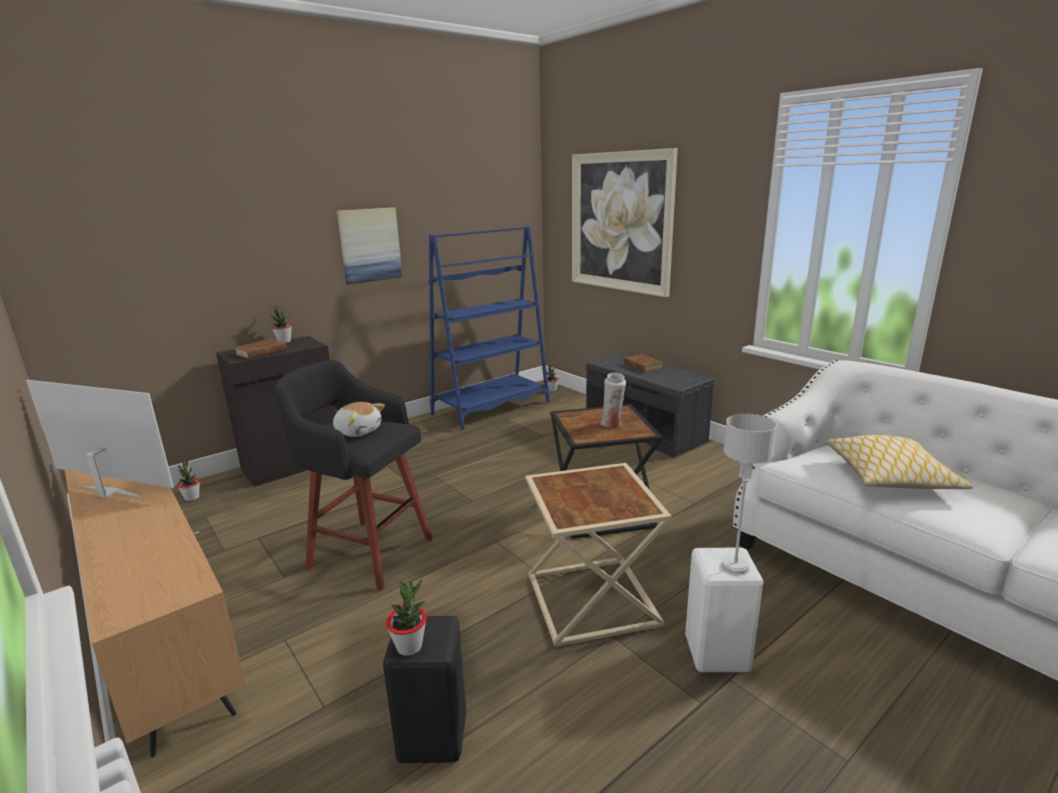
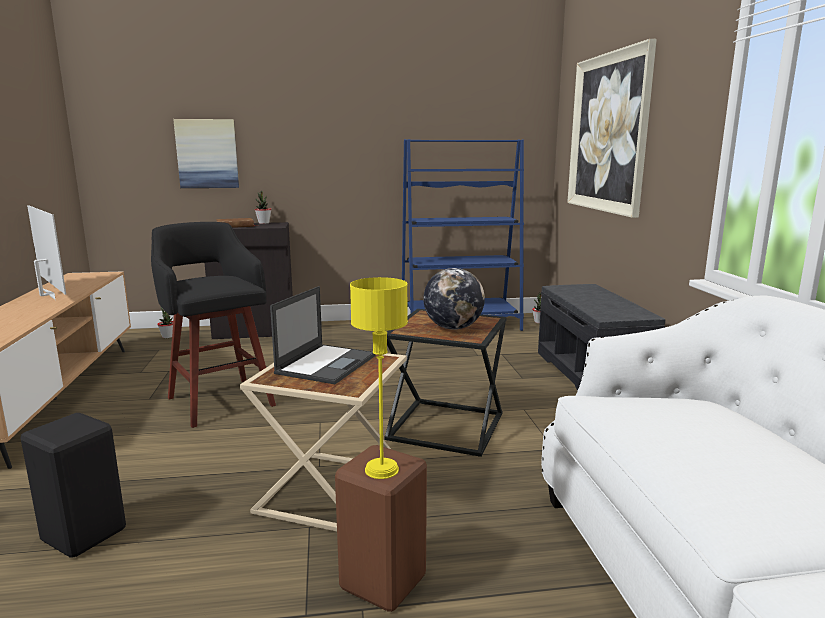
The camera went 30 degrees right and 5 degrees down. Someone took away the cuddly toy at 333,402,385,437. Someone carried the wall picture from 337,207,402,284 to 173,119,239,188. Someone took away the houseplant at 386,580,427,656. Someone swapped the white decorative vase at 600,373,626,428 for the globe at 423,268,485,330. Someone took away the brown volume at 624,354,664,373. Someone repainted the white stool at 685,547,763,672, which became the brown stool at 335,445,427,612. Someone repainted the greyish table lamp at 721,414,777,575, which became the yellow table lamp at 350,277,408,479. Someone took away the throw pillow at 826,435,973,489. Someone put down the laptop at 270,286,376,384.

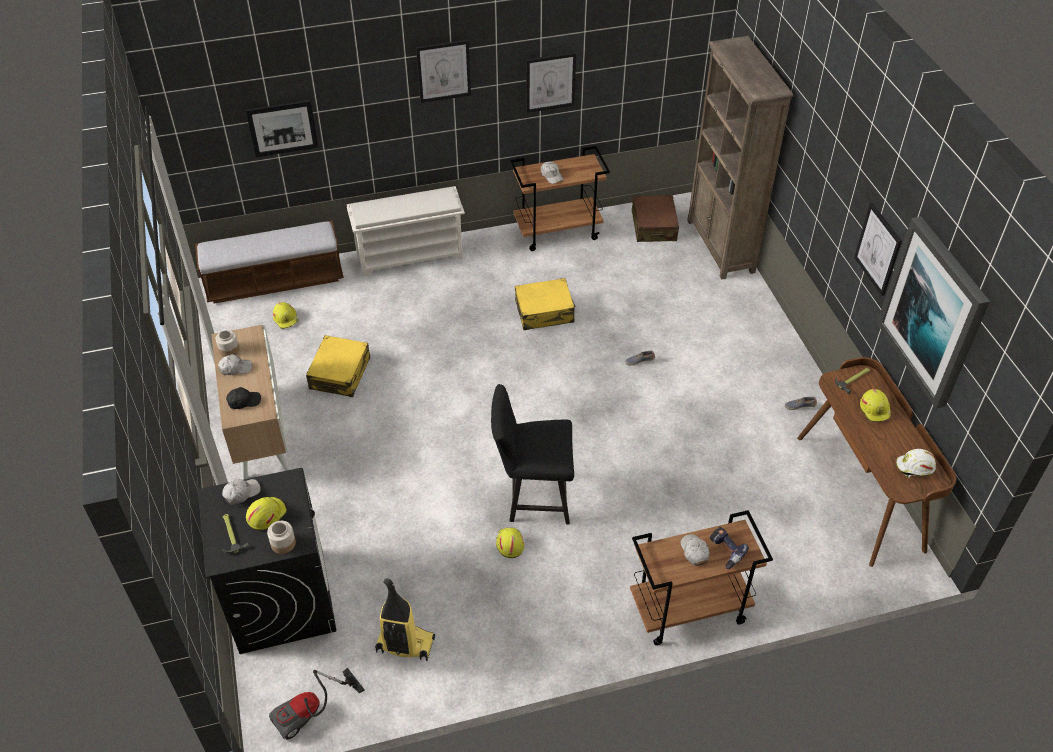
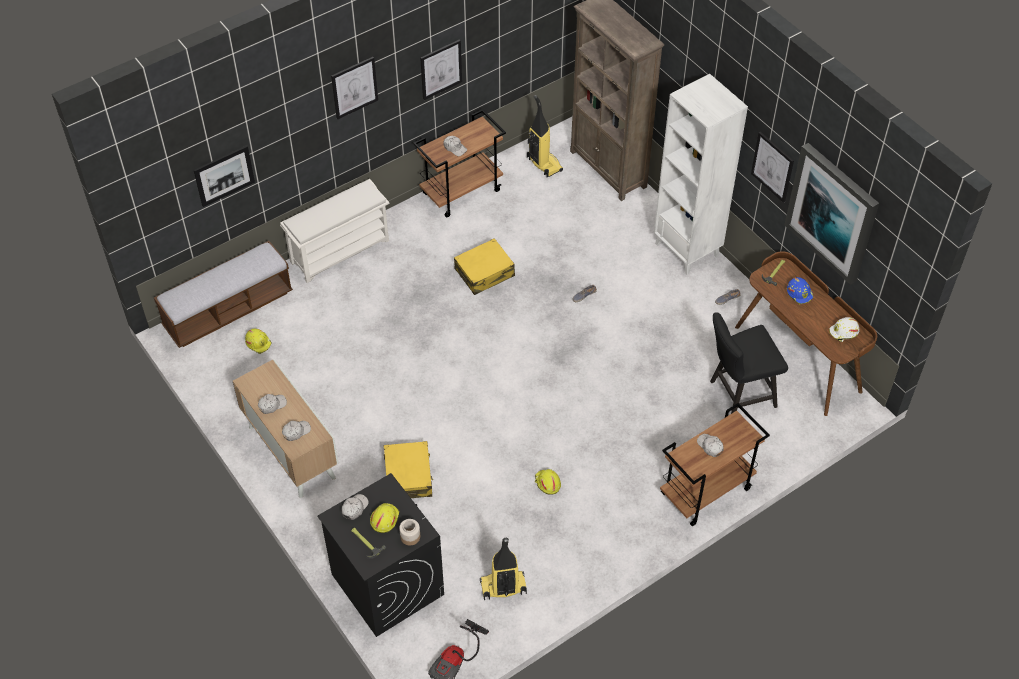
The camera went 20 degrees left and 5 degrees up. Someone took away the storage jar at 215,330,239,357. Someone repainted the black-coloured peaked cap at 226,387,261,409, which became the white peaked cap at 282,421,311,441. Someone carried the yellow travel case from 306,335,370,397 to 384,441,433,498. Someone carried the black-coloured plain chair from 491,384,574,525 to 710,312,788,414. Someone swapped the brown travel case at 632,195,679,242 for the hoover at 527,95,563,177. Someone took away the drill at 710,527,749,569. Someone repainted the yellow hard hat at 860,389,891,422, which became the blue hard hat at 787,277,813,304. Someone put down the white shelving unit at 654,74,748,274.

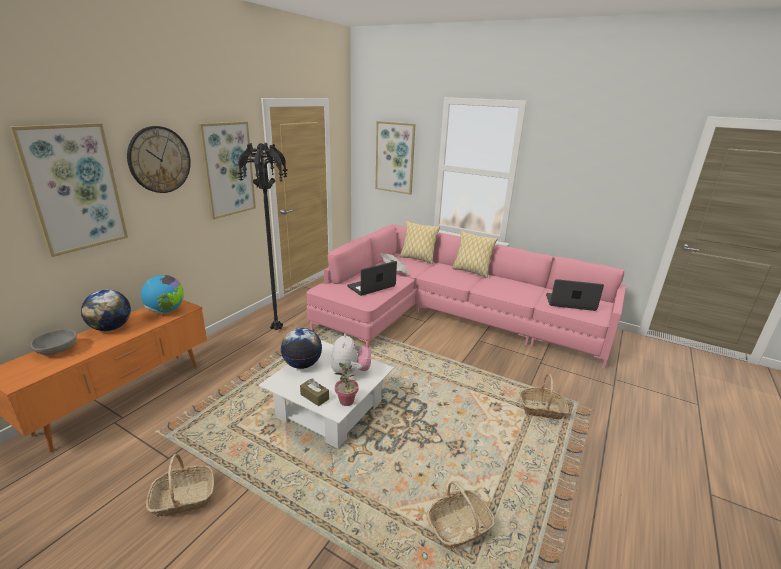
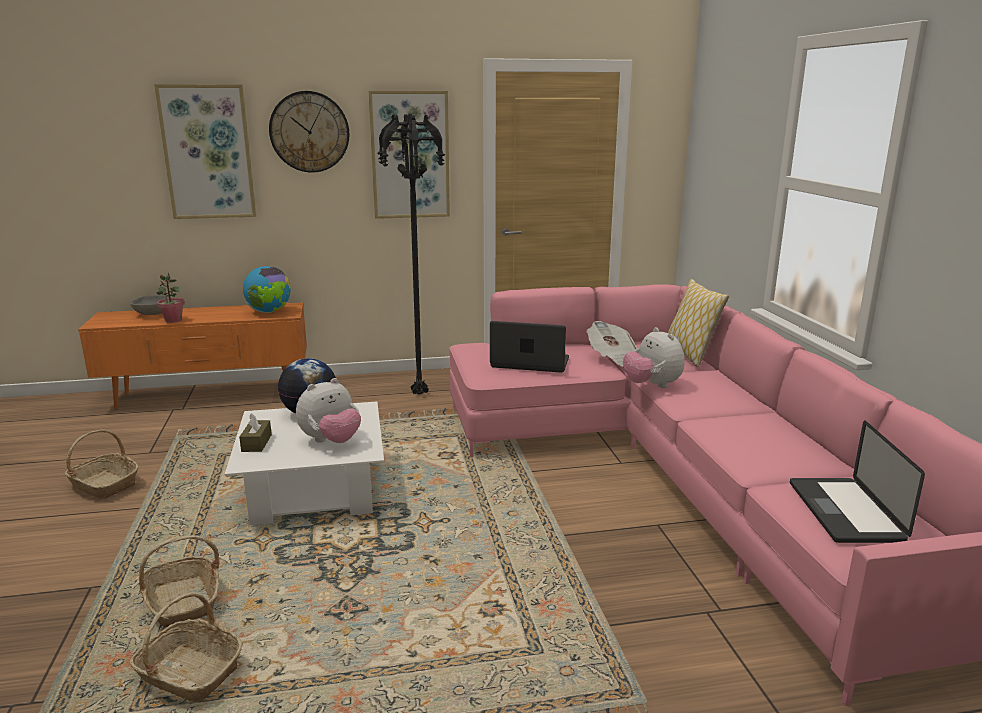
The camera went 50 degrees right and 5 degrees down. Someone took away the globe at 81,290,131,331. Someone carried the houseplant from 334,362,359,406 to 156,273,185,323. Someone took away the wall picture at 375,121,415,195. Someone took away the throw pillow at 452,231,498,278. Someone carried the basket from 520,374,569,420 to 139,535,219,627. Someone rotated the laptop at 546,279,604,311 by 150 degrees counterclockwise. Someone put down the cuddly toy at 623,327,684,388.

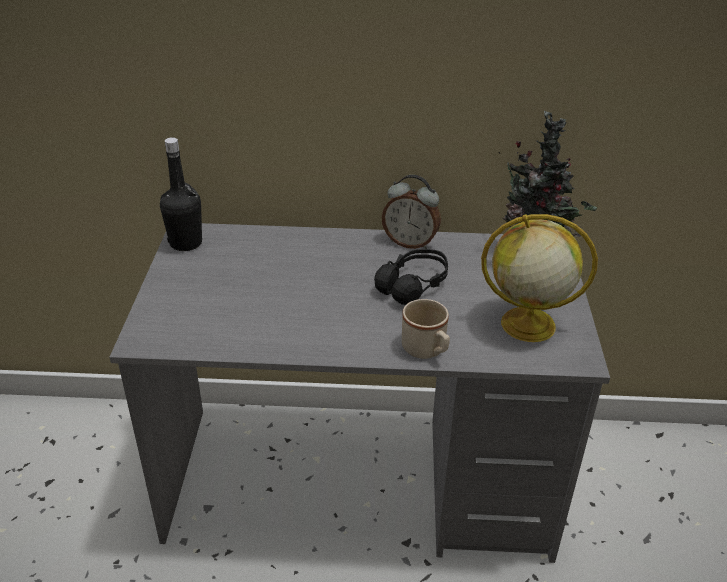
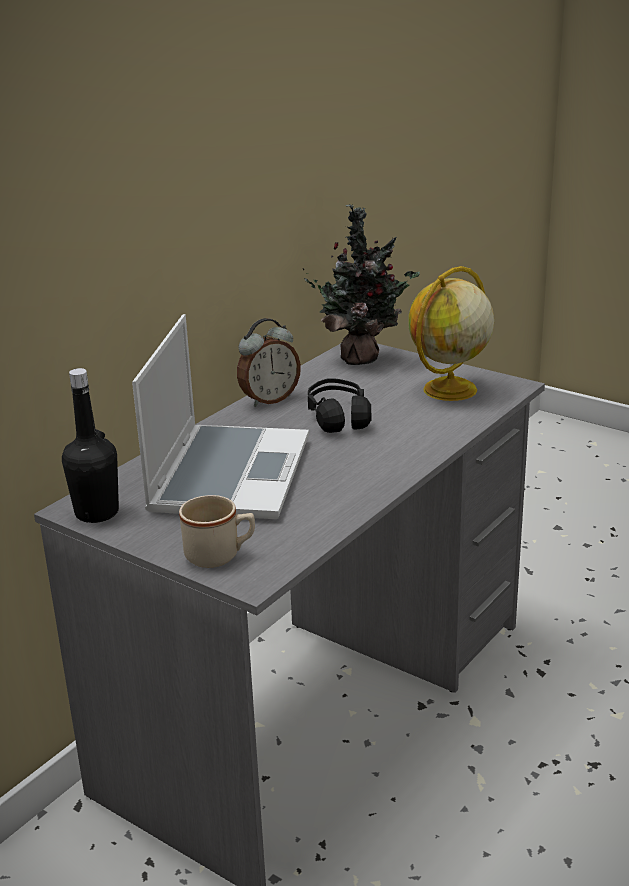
The camera went 55 degrees left and 10 degrees down. Someone carried the beige tea mug from 402,299,450,359 to 179,495,255,568. Someone put down the laptop at 132,314,309,519.

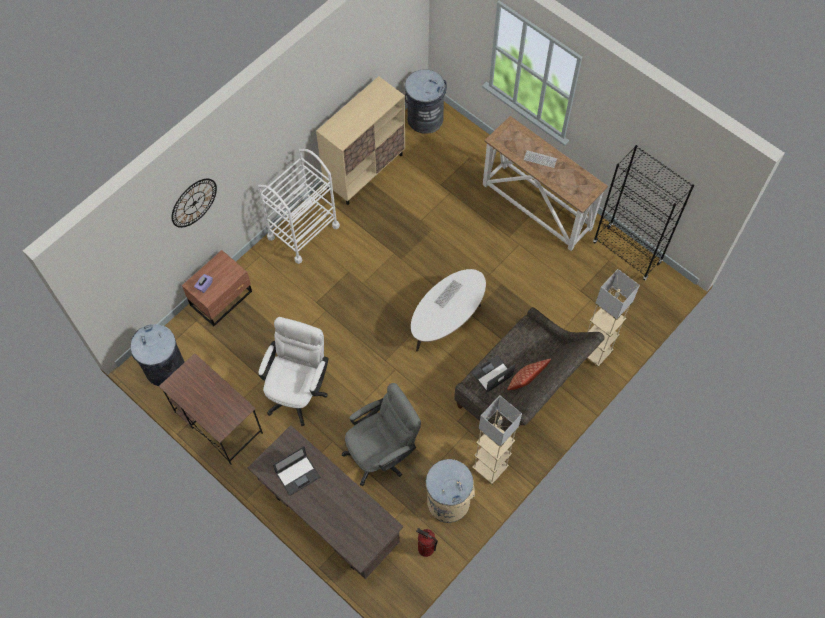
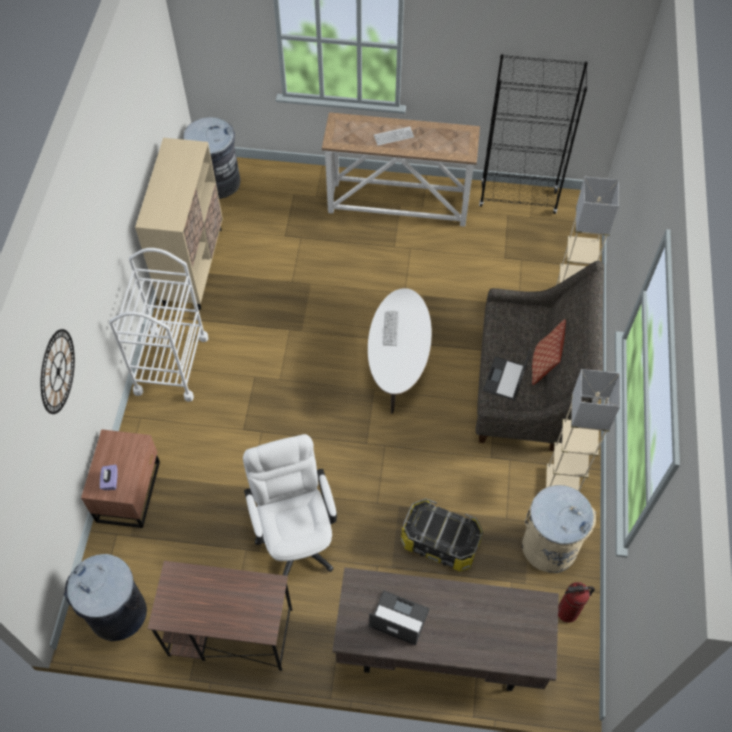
The camera went 35 degrees left and 5 degrees down. Someone rotated the laptop at 273,446,320,496 by 90 degrees counterclockwise. Someone swapped the greyish desk chair at 342,383,421,486 for the storage box at 401,498,484,572.

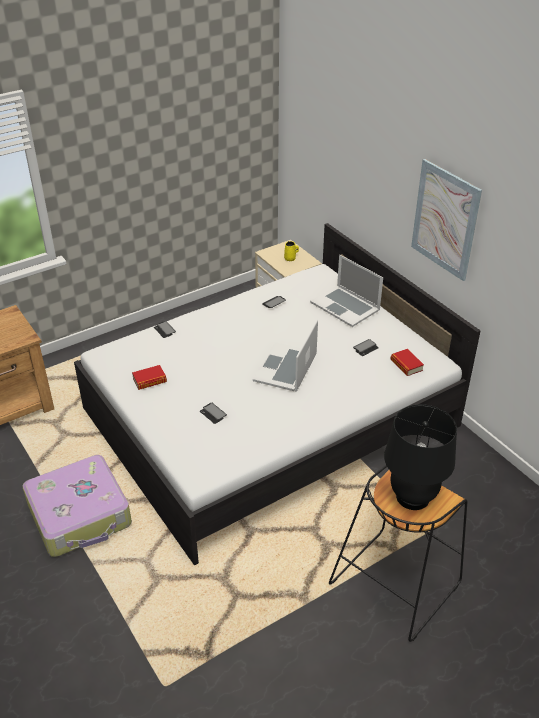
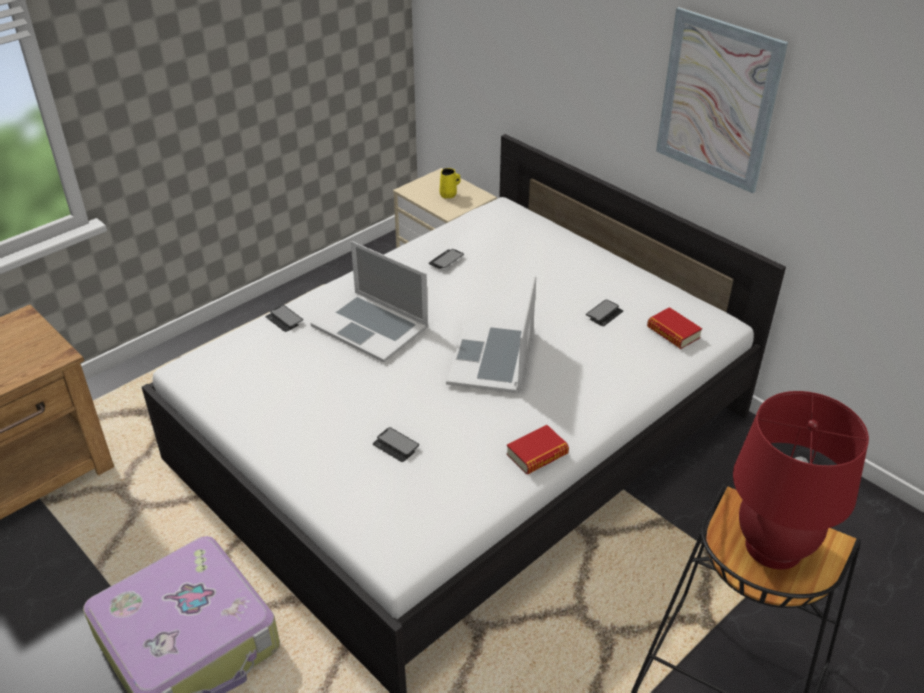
The camera went 10 degrees left and 0 degrees up. Someone carried the volume from 132,365,167,390 to 506,425,569,474. Someone carried the laptop from 310,255,383,327 to 311,241,428,363. Someone repainted the black-coloured table lamp at 384,404,457,510, which became the red-coloured table lamp at 733,391,869,569.

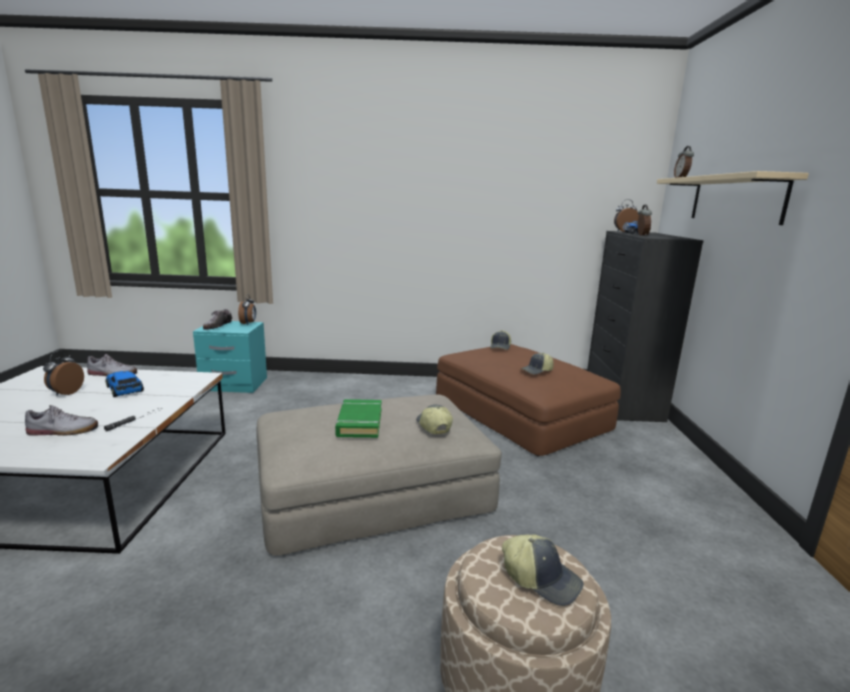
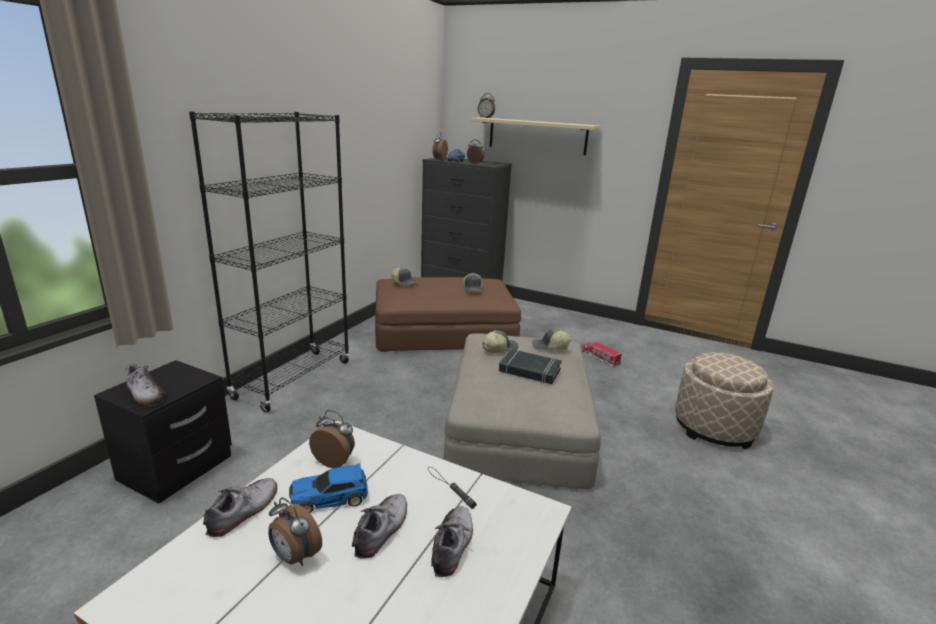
The camera went 65 degrees left and 5 degrees up. Someone repainted the turquoise bedside table at 193,321,267,393, which became the black-coloured bedside table at 94,360,232,504. Someone carried the bedside clock from 238,294,256,325 to 309,410,355,468. Someone repainted the green volume at 335,399,382,438, which became the black-coloured volume at 499,349,562,384. Someone carried the peaked cap from 502,534,584,606 to 483,330,518,353. Someone put down the black-coloured shelving unit at 189,111,350,412. Someone put down the shoe at 352,494,407,559. Someone put down the toy lorry at 581,341,622,367.

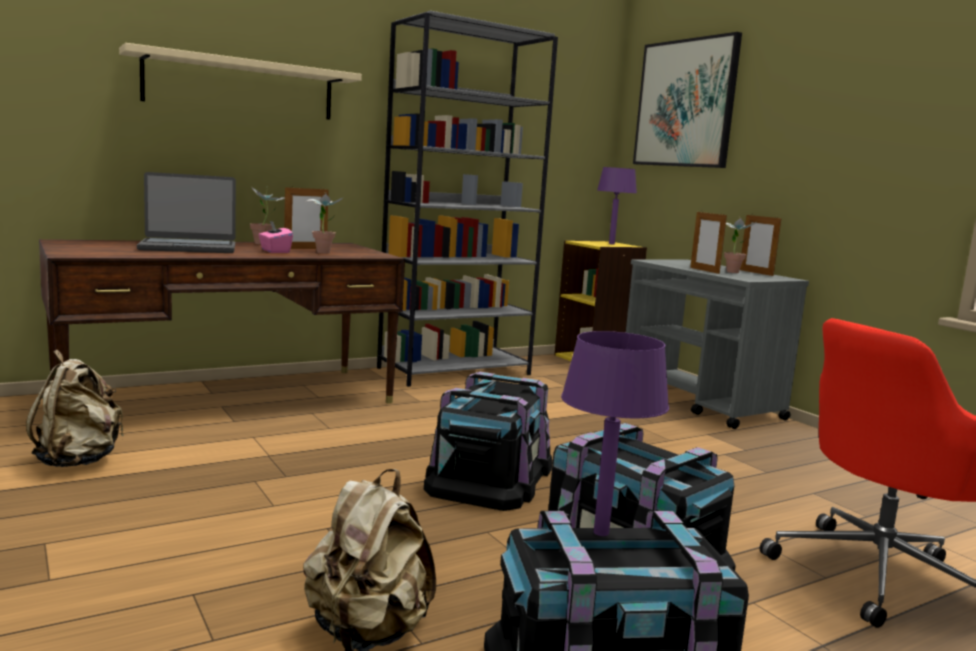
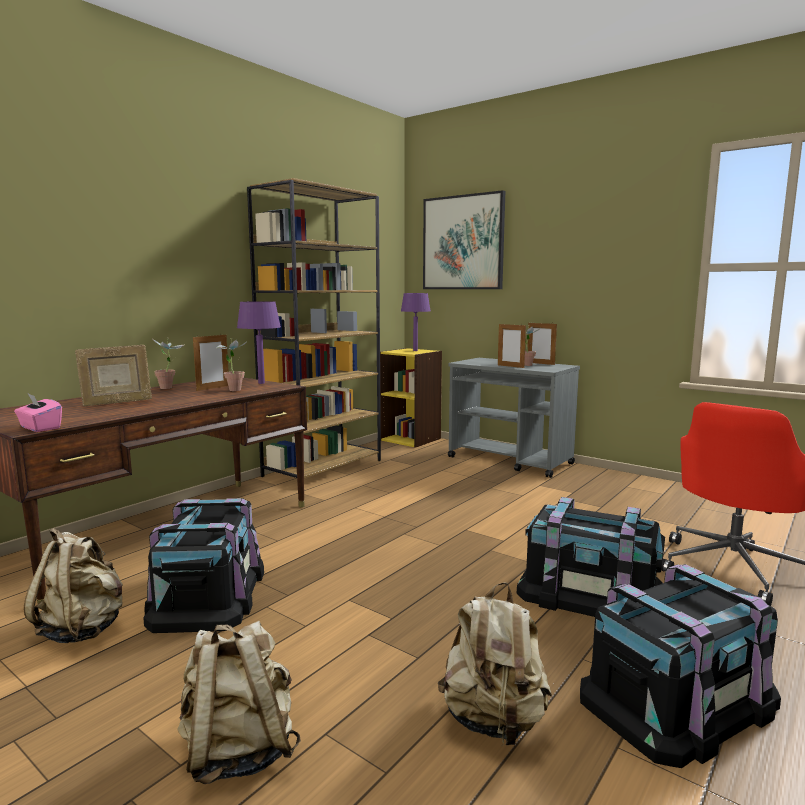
The camera went 20 degrees left and 0 degrees up. Someone took away the beige bracket shelf at 119,43,362,120. Someone swapped the laptop at 137,172,236,253 for the standing frame at 75,345,152,406. Someone carried the pinkish tissue box from 258,221,293,253 to 14,394,62,432. Someone repainted the greyish shelving unit at 377,11,558,387, which became the brown shelving unit at 247,178,381,478. Someone carried the black-coloured storage box from 424,371,552,511 to 143,498,264,633. Someone carried the purple-coloured table lamp from 561,331,669,536 to 237,301,281,384. Someone put down the beige rucksack at 177,621,301,784.

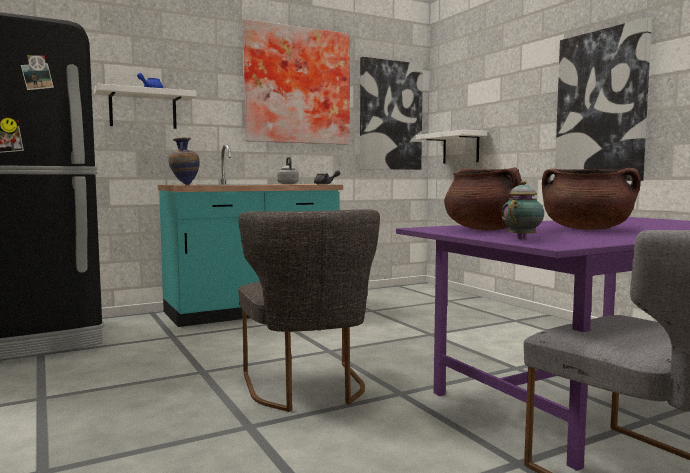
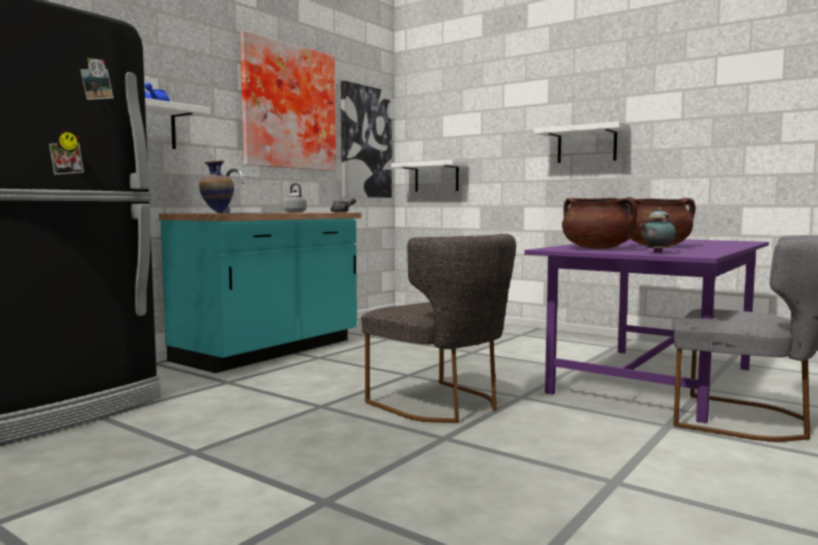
The camera went 25 degrees left and 0 degrees up. Someone rotated the teapot at 501,181,544,239 by 135 degrees counterclockwise. Someone swapped the wall picture at 555,17,652,181 for the white bracket shelf at 534,122,630,163.

